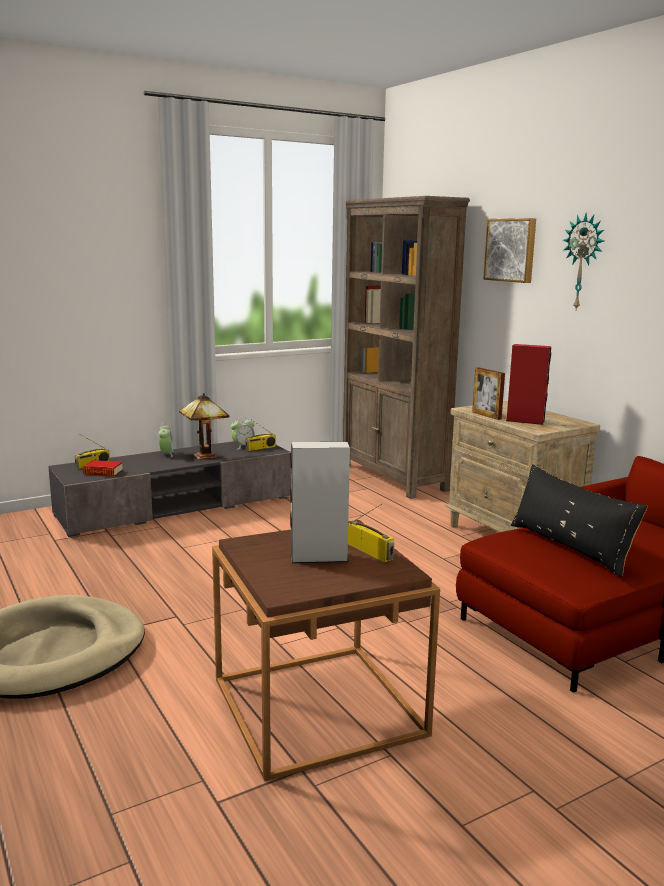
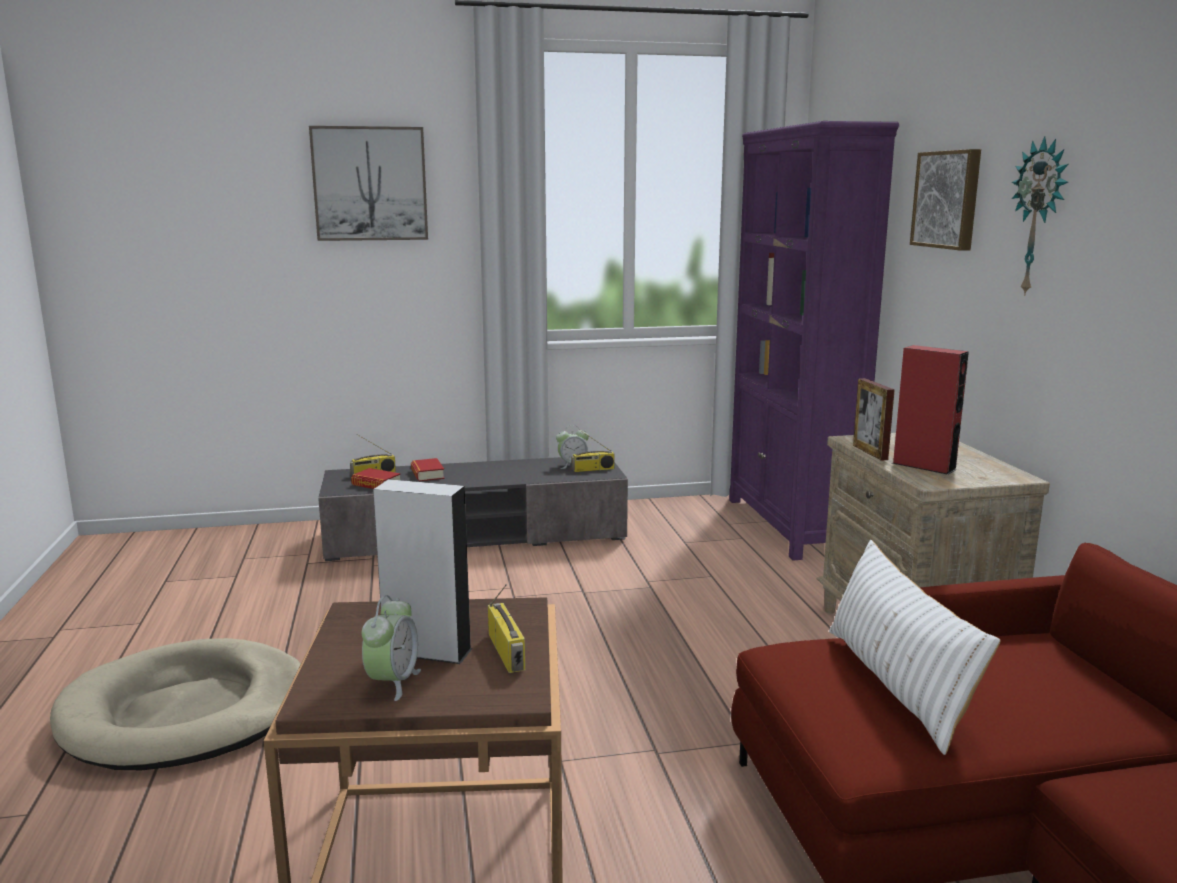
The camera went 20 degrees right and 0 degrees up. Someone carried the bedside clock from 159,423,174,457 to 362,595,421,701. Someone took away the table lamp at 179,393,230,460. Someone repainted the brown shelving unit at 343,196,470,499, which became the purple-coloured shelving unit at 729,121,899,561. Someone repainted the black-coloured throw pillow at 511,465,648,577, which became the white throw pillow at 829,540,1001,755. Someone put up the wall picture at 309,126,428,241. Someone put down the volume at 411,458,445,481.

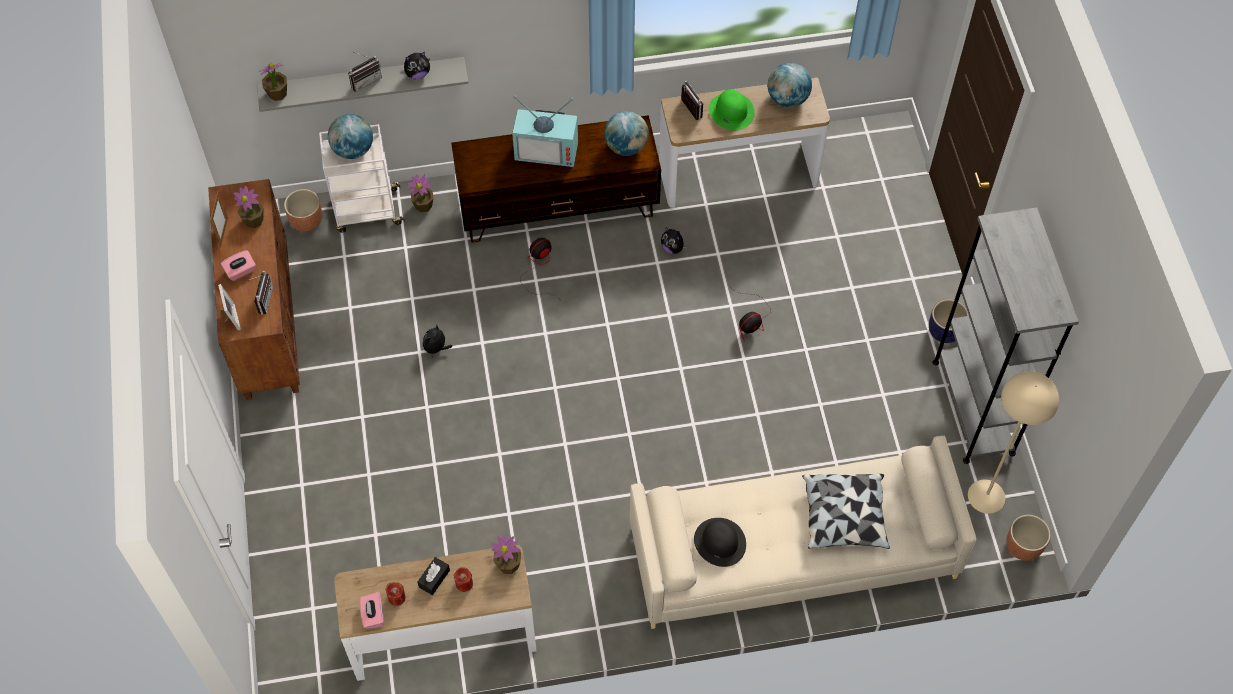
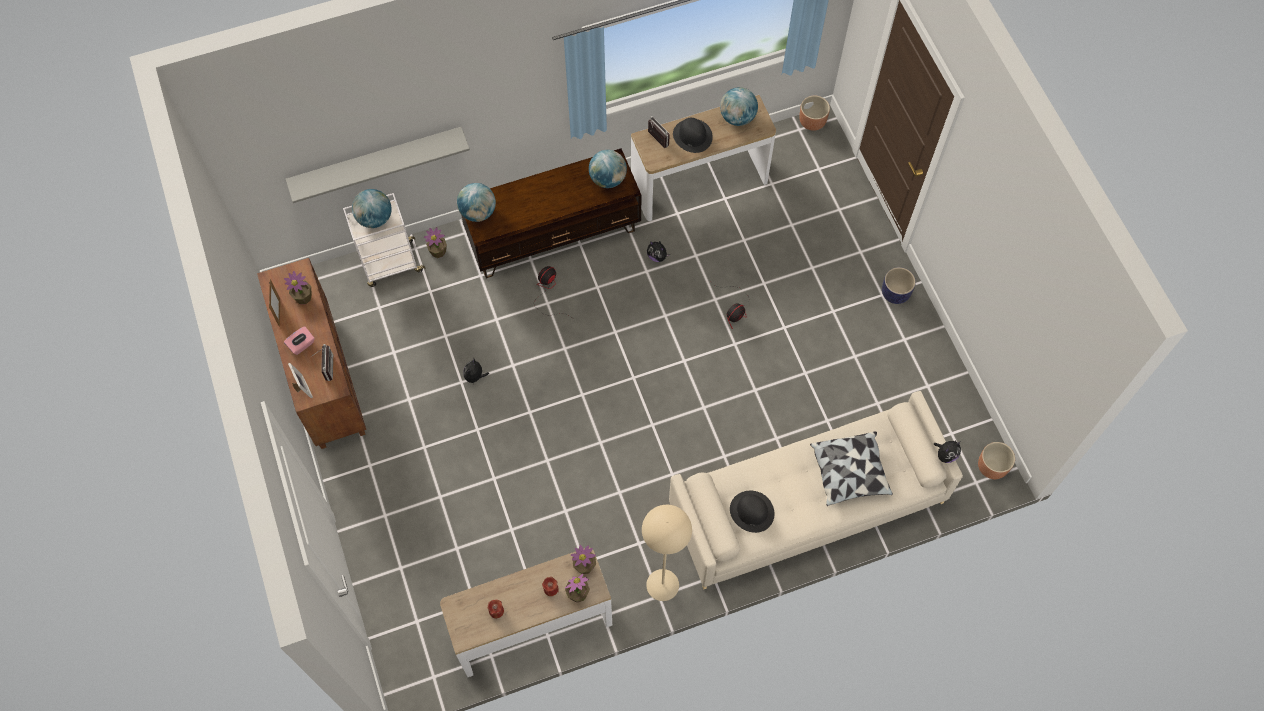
The camera went 10 degrees left and 5 degrees up. Someone carried the houseplant from 259,63,287,101 to 565,574,590,603. Someone carried the brown flower pot from 284,189,322,231 to 799,96,830,131. Someone took away the radio at 348,52,382,92. Someone took away the pinkish tissue box at 360,592,384,629. Someone carried the cuddly toy from 404,52,430,79 to 934,441,961,463. Someone took away the black-coloured tissue box at 418,557,450,595. Someone took away the television at 512,96,578,167. Someone repainted the green hat at 709,89,755,131, which became the black-coloured hat at 673,118,713,153. Someone took away the greyish shelving unit at 932,207,1079,464. Someone carried the beige floor lamp from 968,371,1059,514 to 642,505,692,601. Someone put down the globe at 457,183,496,222.

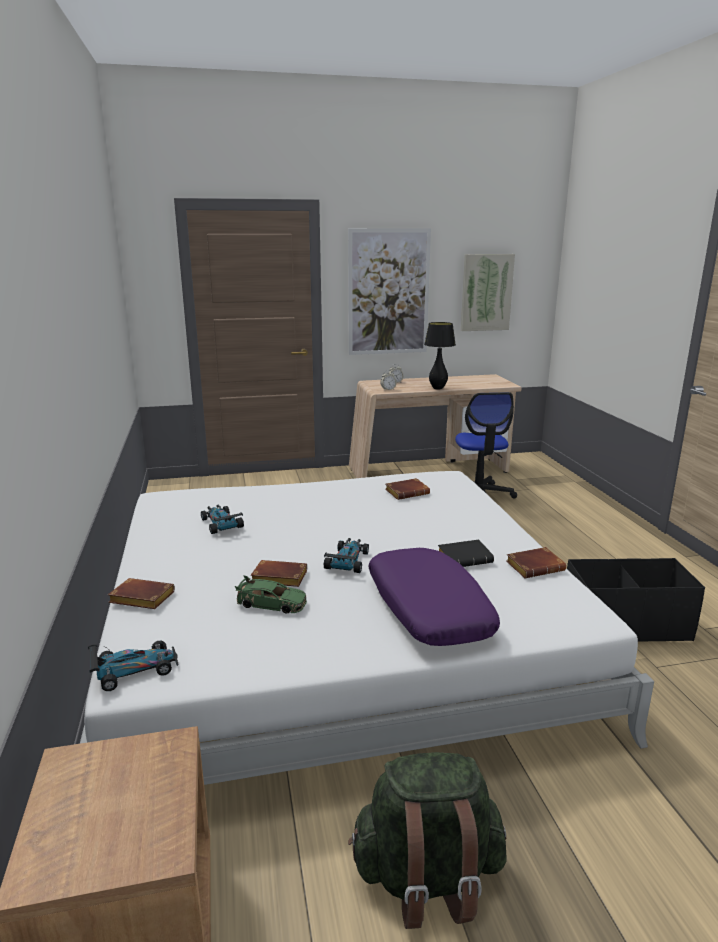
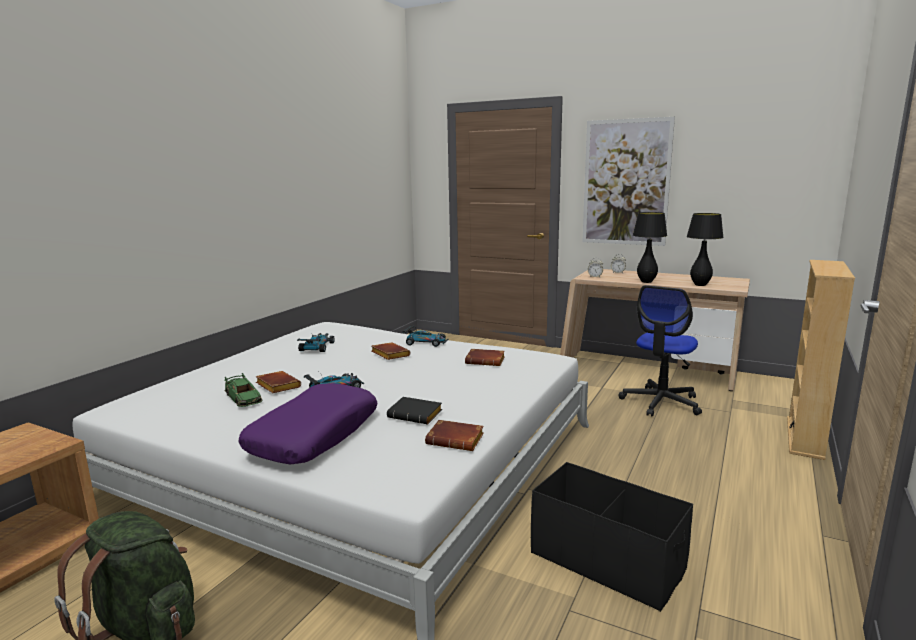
The camera went 40 degrees right and 5 degrees down. Someone carried the toy car from 88,641,178,691 to 402,325,448,347. Someone carried the brown volume from 108,578,175,609 to 371,342,410,360. Someone took away the wall picture at 461,254,515,331. Someone put down the black-coloured table lamp at 686,213,724,286. Someone put down the beige shelving unit at 787,260,855,460.

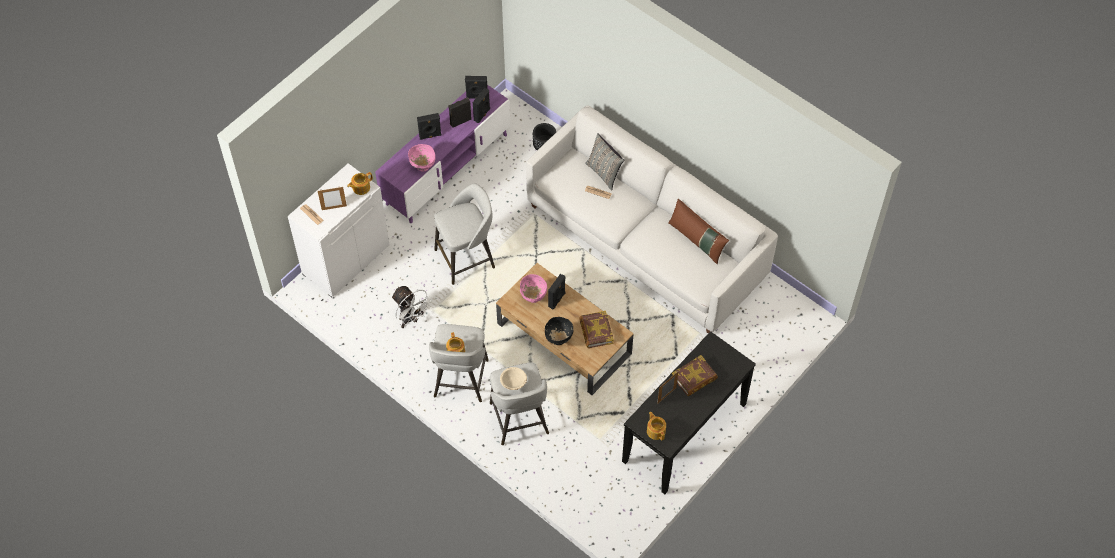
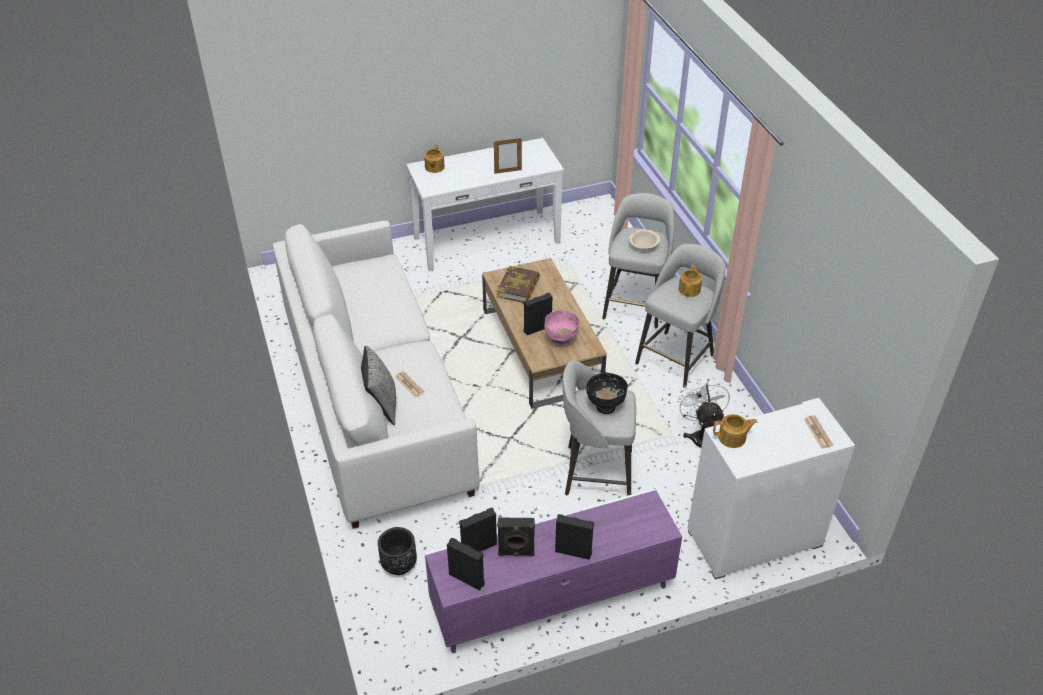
The camera went 150 degrees left and 15 degrees down. Someone took away the standing frame at 318,187,347,210. Someone took away the pinkish serving bowl at 408,144,435,172. Someone carried the black-coloured serving bowl from 545,317,574,345 to 586,373,628,414. Someone repainted the black-coloured console table at 622,331,756,494, which became the white console table at 406,138,564,271. Someone carried the teapot from 647,412,666,441 to 424,145,445,173. Someone took away the brown throw pillow at 668,199,729,264. Someone took away the volume at 671,355,718,396.

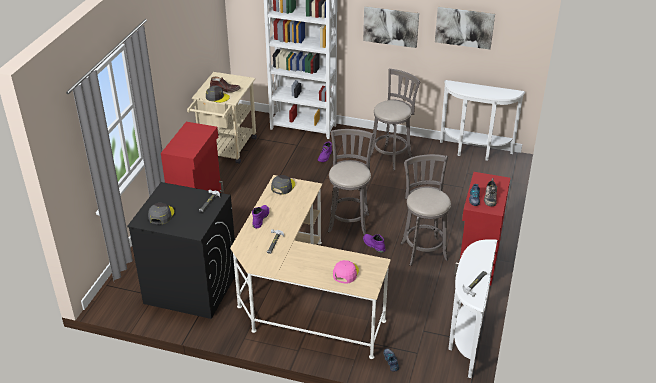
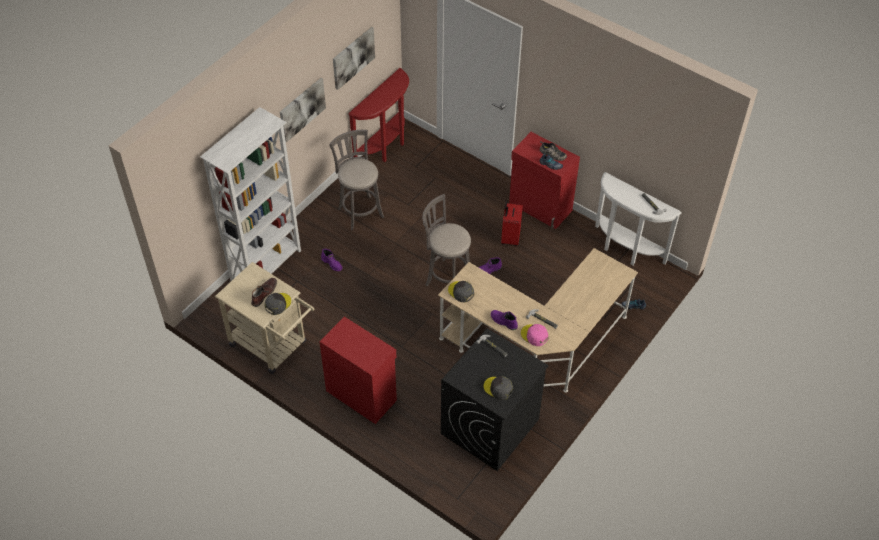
The camera went 70 degrees left and 15 degrees up. Someone carried the pinkish peaked cap from 333,260,359,284 to 521,324,548,346. Someone swapped the greyish stool at 401,154,451,266 for the red-coloured travel case at 501,201,523,246. Someone repainted the white console table at 440,80,525,161, which became the red-coloured console table at 348,68,409,162.

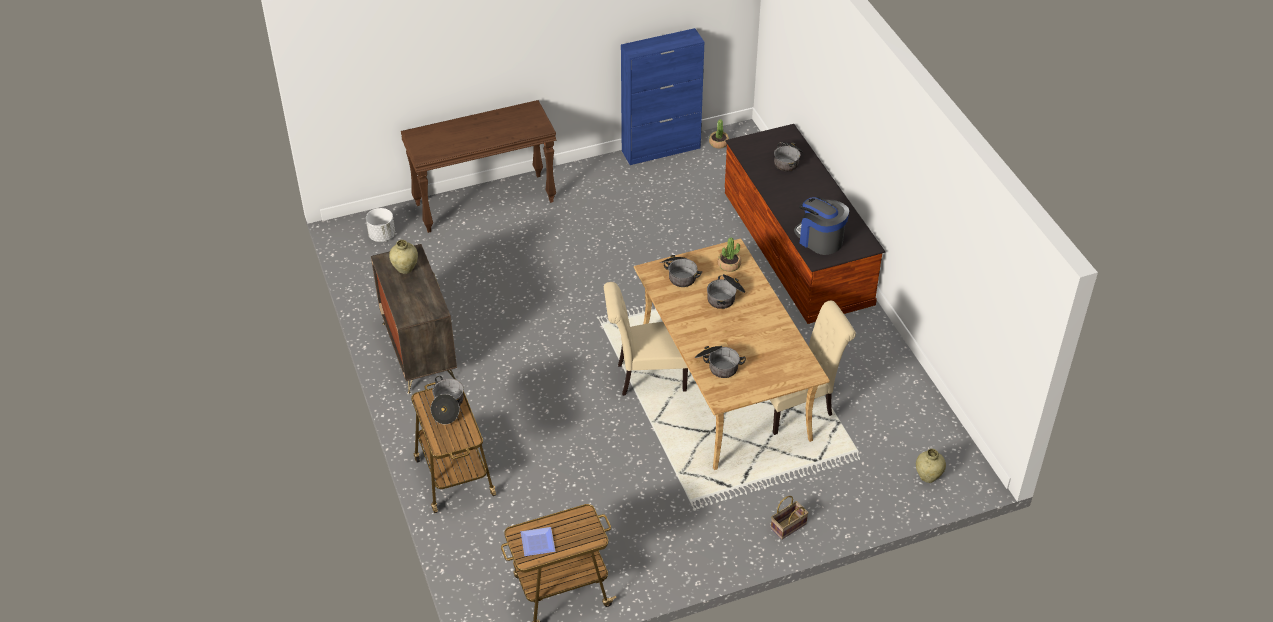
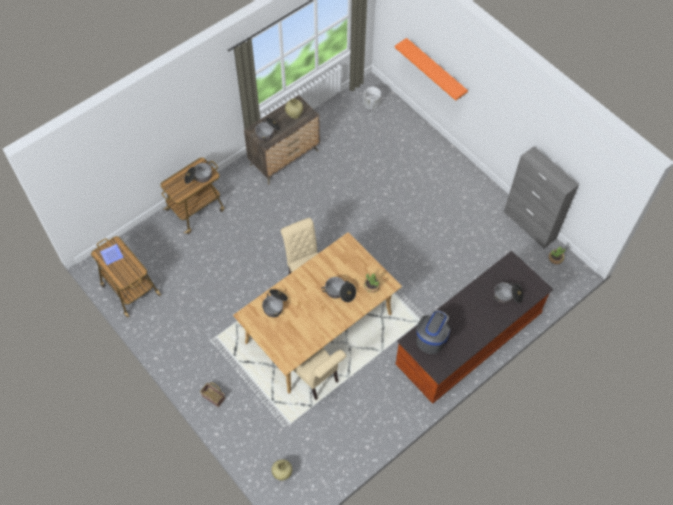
The camera went 70 degrees right and 15 degrees up. Someone took away the brown console table at 401,100,556,233. Someone repainted the blue storage cabinet at 621,28,705,165, which became the greyish storage cabinet at 504,146,579,248. Someone carried the cooking pot from 660,255,702,287 to 255,118,281,141. Someone put up the orange-coloured bracket shelf at 395,38,468,101.

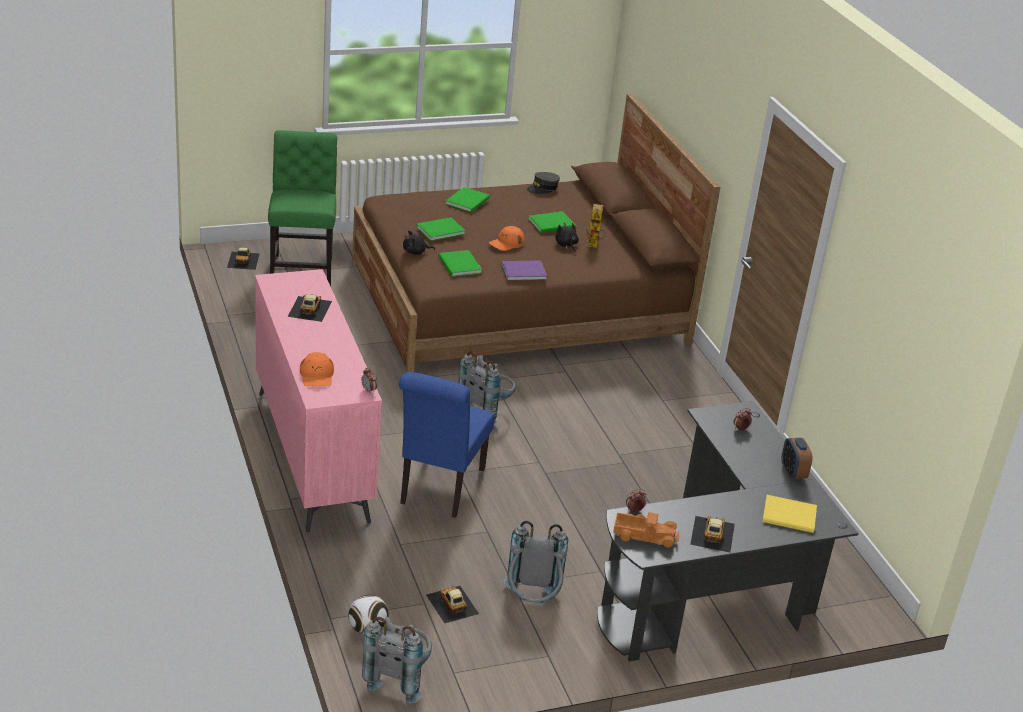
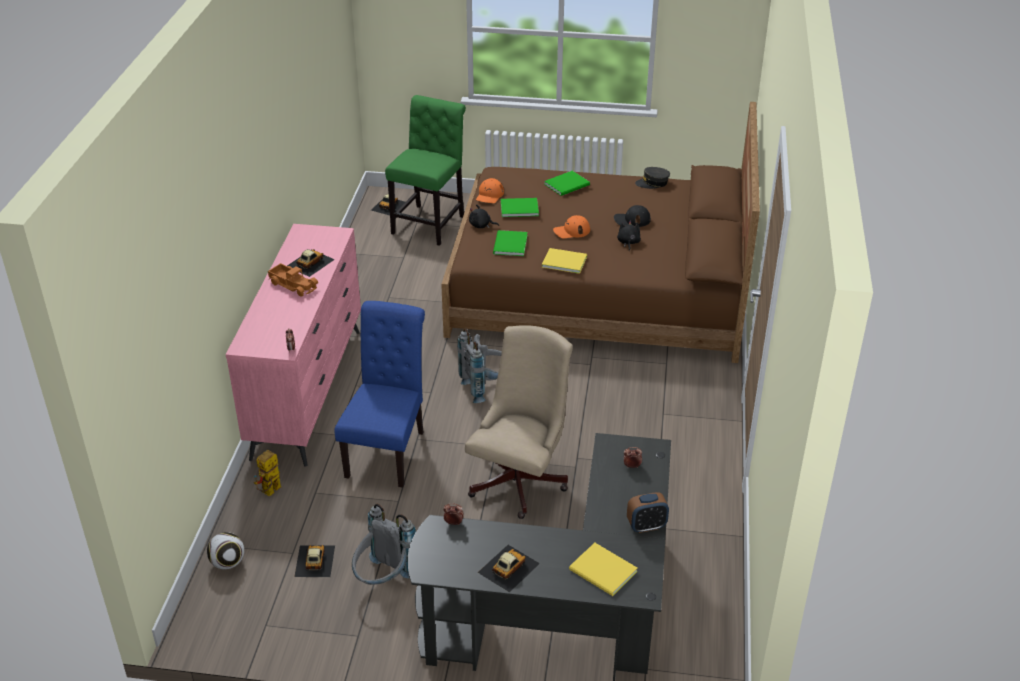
The camera went 30 degrees right and 5 degrees up. Someone carried the orange-coloured peaked cap from 300,352,334,386 to 476,178,504,203. Someone took away the greyish rucksack at 362,617,432,704. Someone rotated the blue plain chair at 399,372,495,518 by 150 degrees clockwise. Someone repainted the purple-coloured volume at 502,261,547,281, which became the yellow volume at 542,248,587,274. Someone swapped the green volume at 529,211,576,233 for the black-coloured peaked cap at 614,205,651,227. Someone carried the model robot from 586,204,606,248 to 254,450,281,496. Someone carried the toy lorry from 613,512,679,548 to 268,263,318,297. Someone rotated the bedside clock at 782,438,812,479 by 120 degrees counterclockwise. Someone put down the beige desk chair at 465,325,573,519.

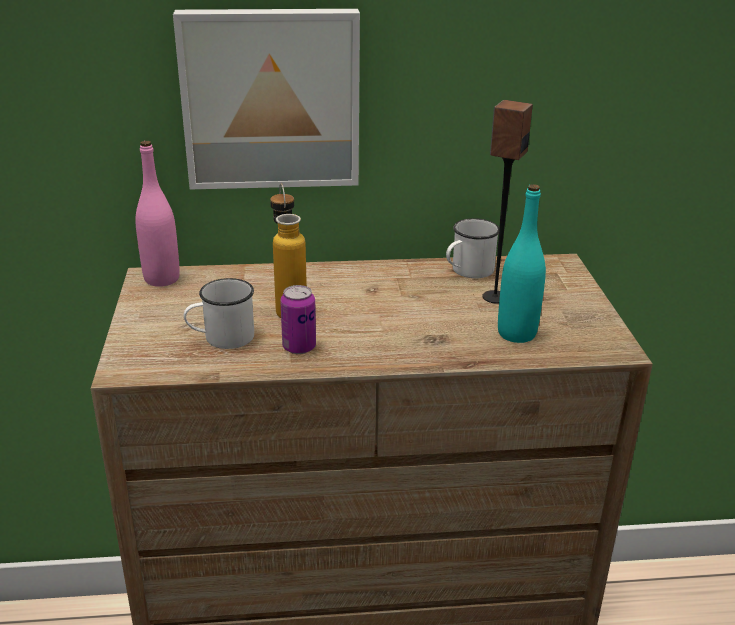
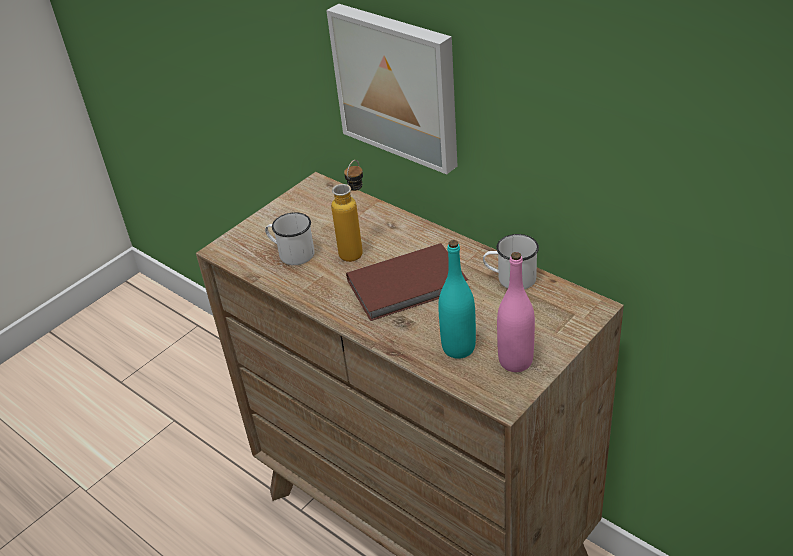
The camera went 50 degrees right and 10 degrees up. Someone carried the pinkish bottle from 135,141,180,287 to 497,252,535,372. Someone took away the can at 280,285,316,354. Someone took away the speaker at 482,100,533,303. Someone put down the brown volume at 346,243,468,321.

